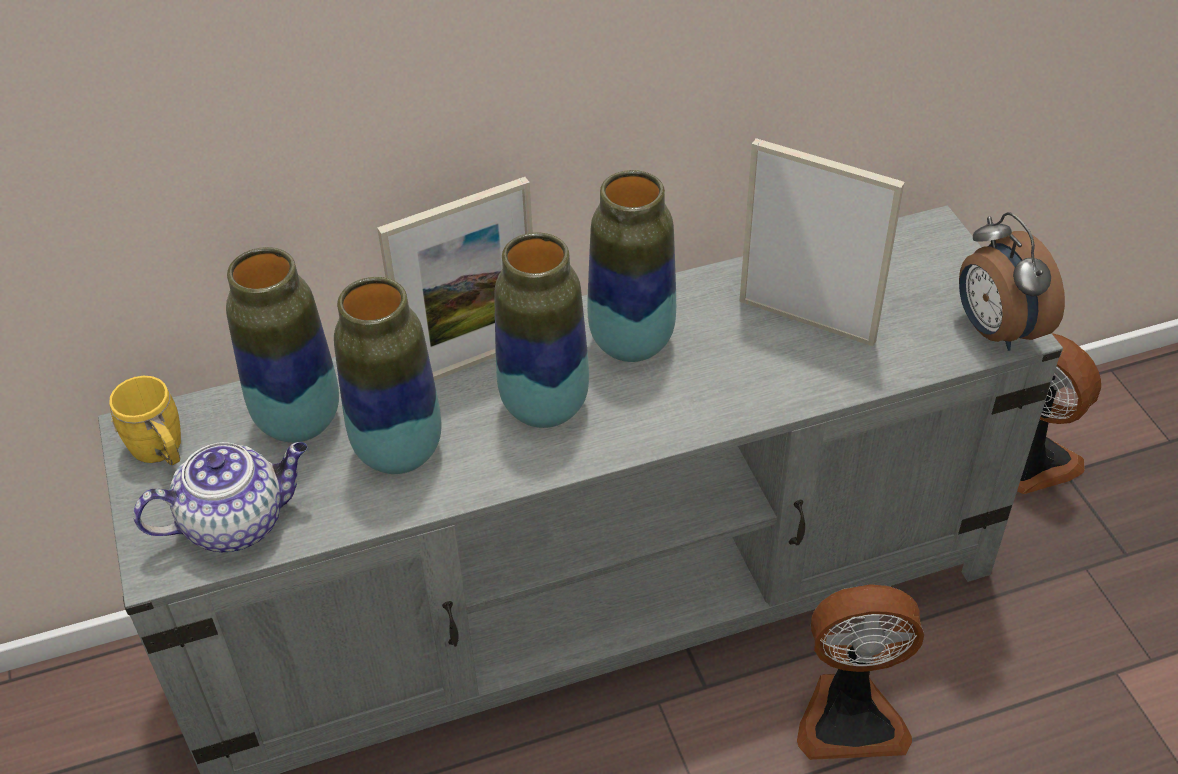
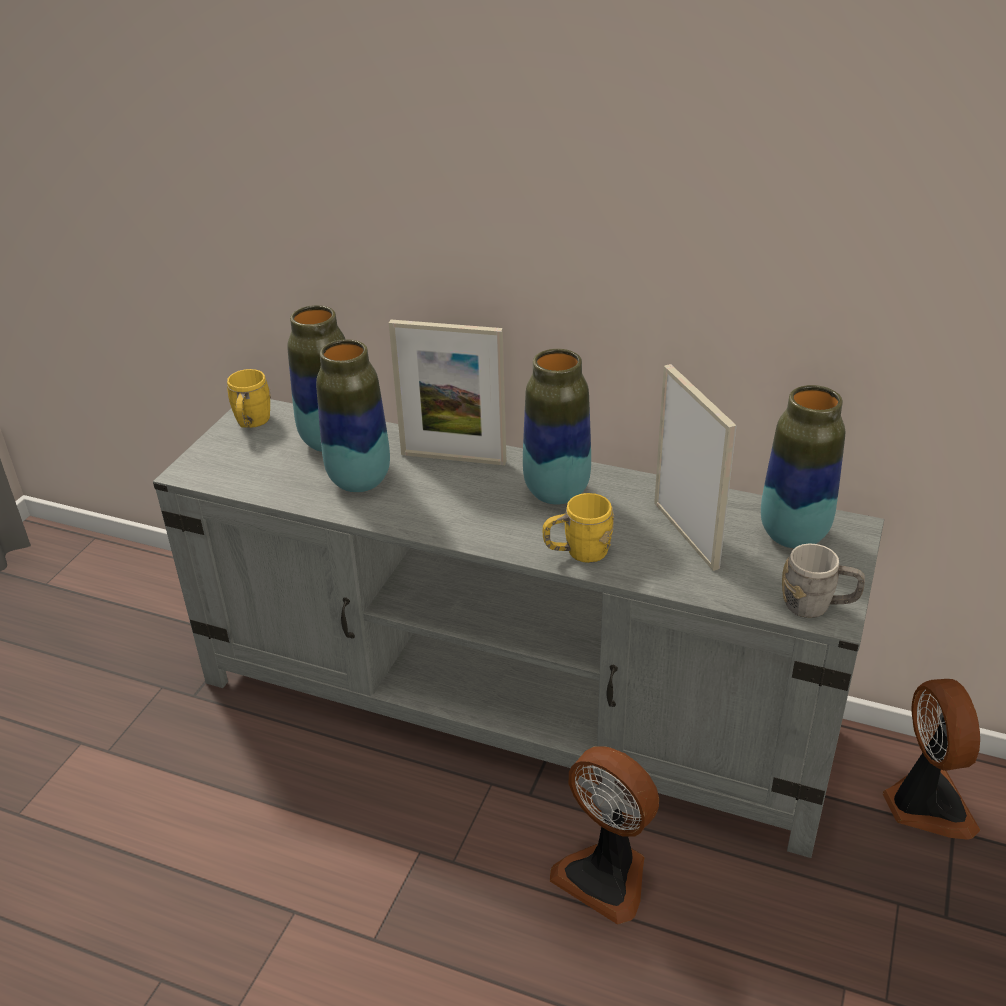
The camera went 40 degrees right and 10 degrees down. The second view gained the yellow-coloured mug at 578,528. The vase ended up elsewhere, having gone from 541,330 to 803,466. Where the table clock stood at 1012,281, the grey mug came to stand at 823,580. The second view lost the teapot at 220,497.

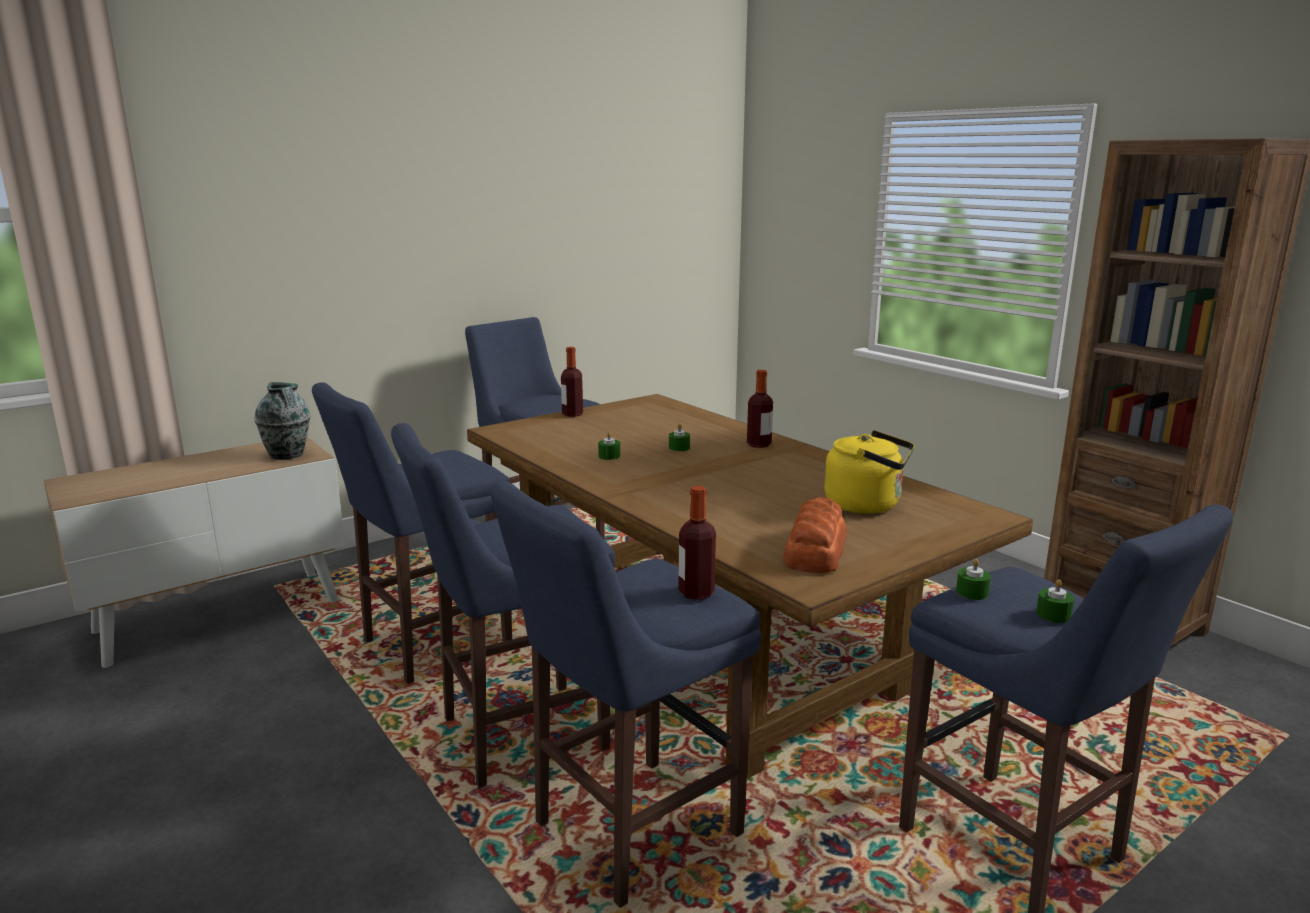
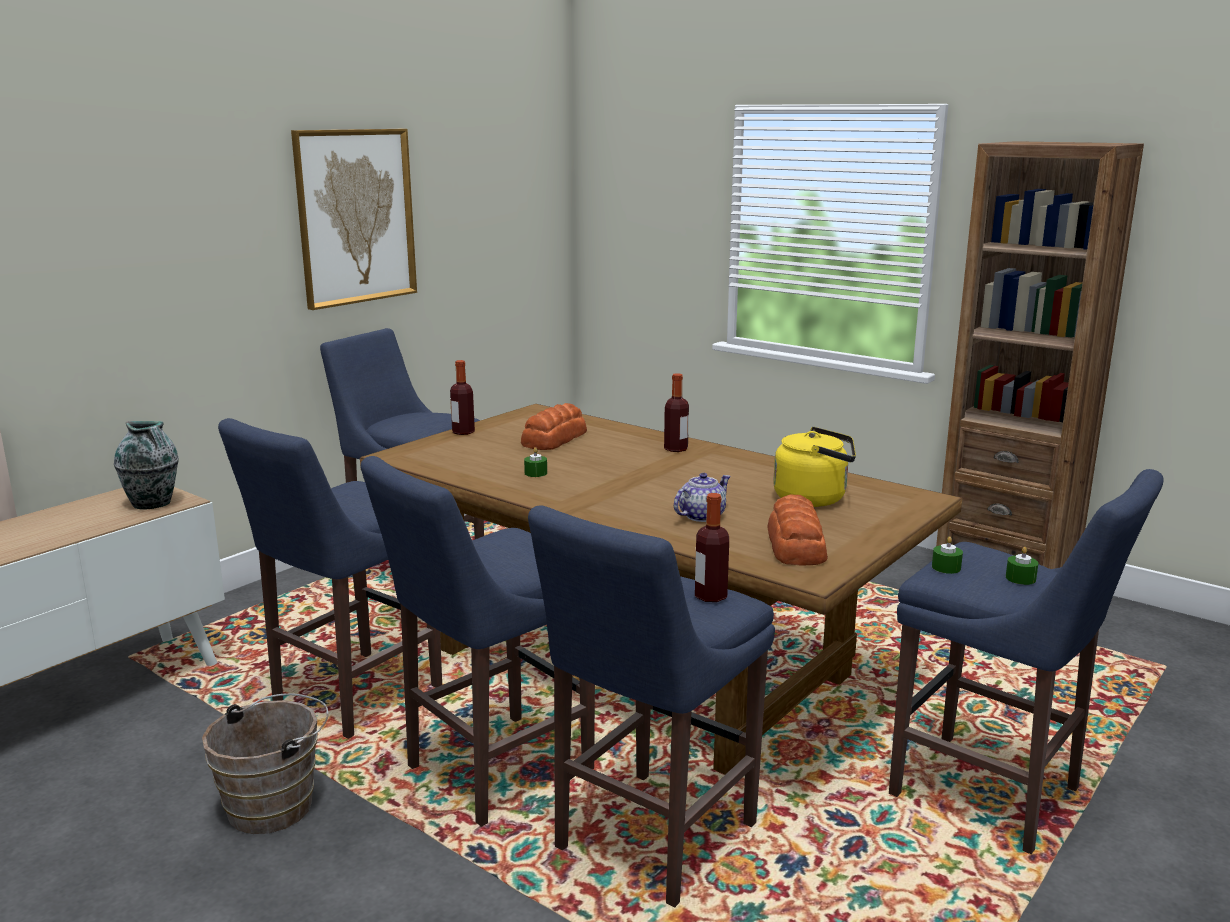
The camera went 15 degrees left and 0 degrees up. The second view gained the brown bucket at 265,763. The second view gained the wall picture at 354,219. The second view gained the bakery bread at 554,426. The second view gained the teapot at 702,497. The second view lost the green-coloured candle at 679,437.

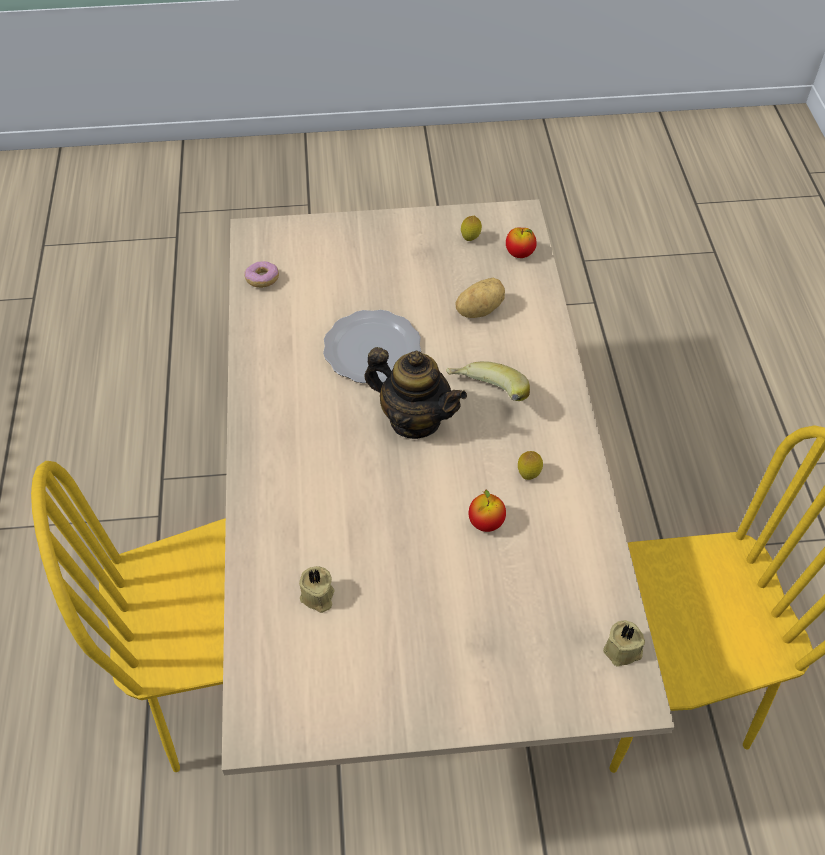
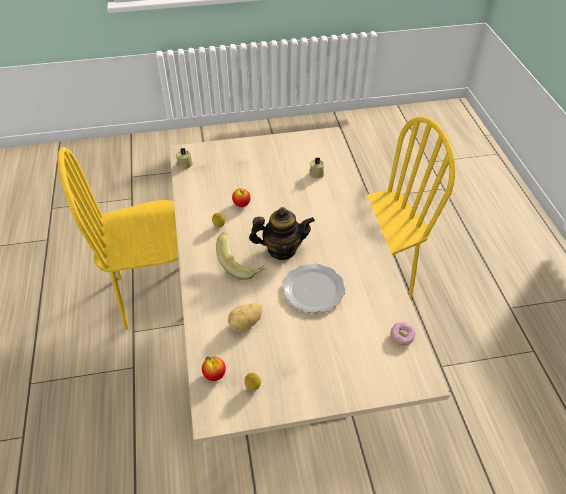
The camera went 175 degrees right and 5 degrees down. The teapot at 415,393 ended up facing another way, 150 degrees clockwise from before.

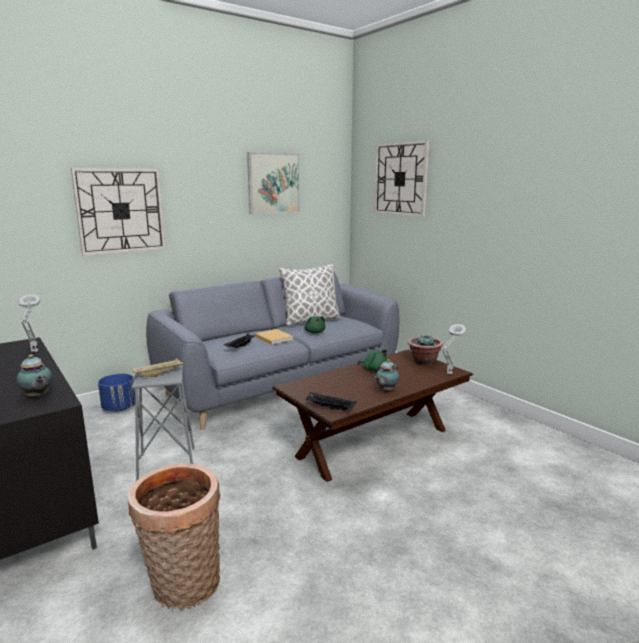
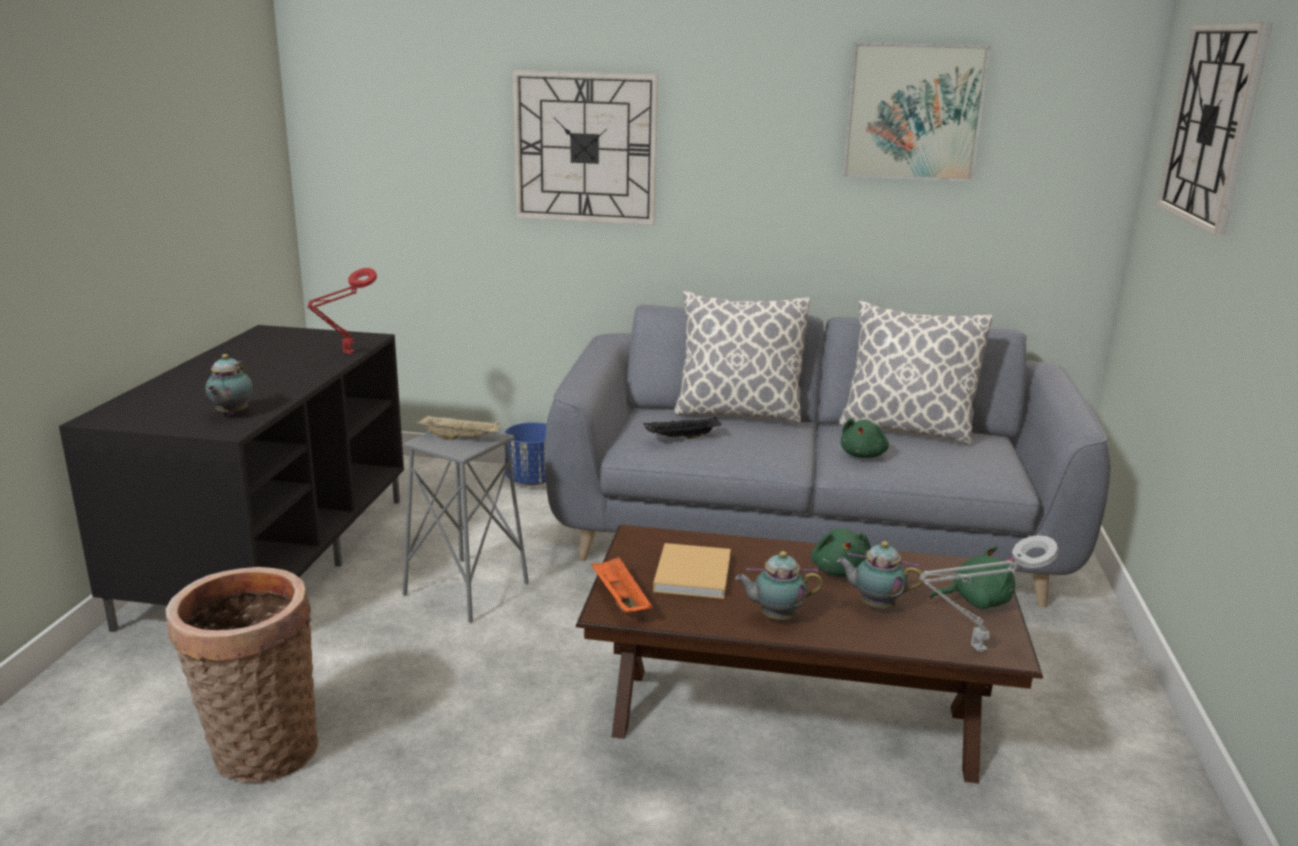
The camera went 45 degrees right and 5 degrees up. What was the grey table lamp at 29,323 turned into the red-coloured table lamp at 342,311. What was the black serving tray at 331,402 turned into the orange-coloured serving tray at 622,585. The beige-coloured bound book ended up elsewhere, having gone from 274,337 to 692,571. The second view gained the throw pillow at 742,357. The second view gained the teapot at 880,574. Where the houseplant stood at 425,349, the green-coloured cuddly toy came to stand at 972,577.

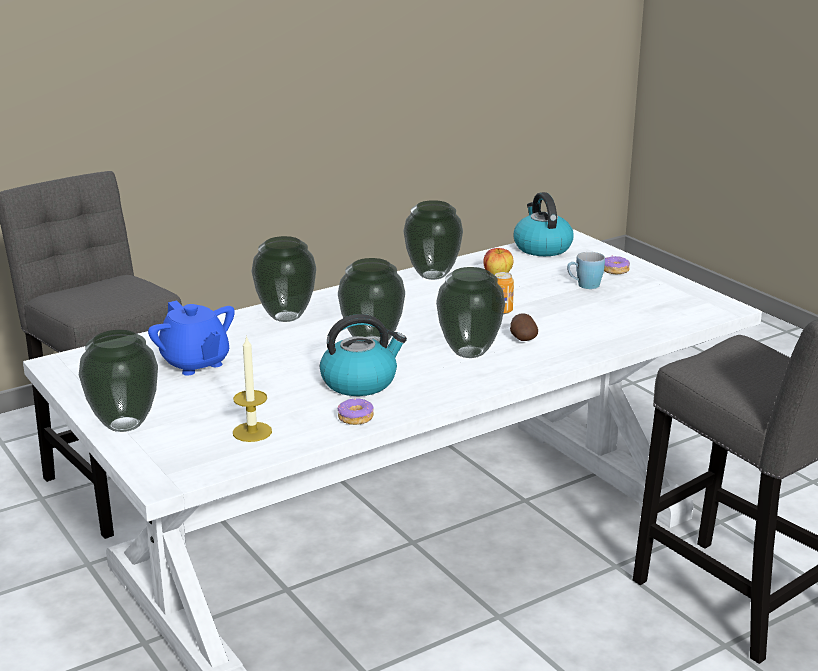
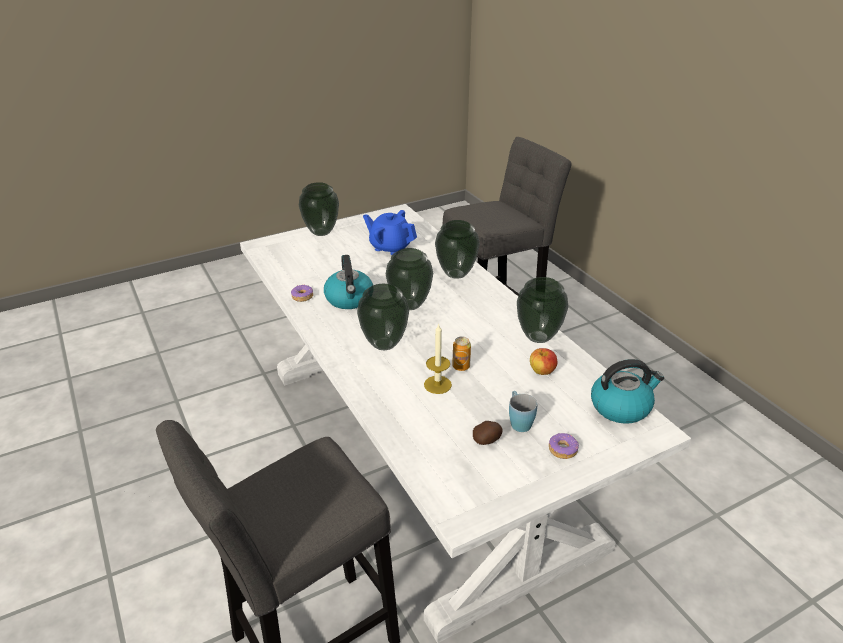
The camera went 95 degrees right and 10 degrees up. The blue-coloured teapot at 191,338 ended up facing another way, 60 degrees clockwise from before. The candle ended up elsewhere, having gone from 252,388 to 438,358. The spud ended up elsewhere, having gone from 524,327 to 488,433.

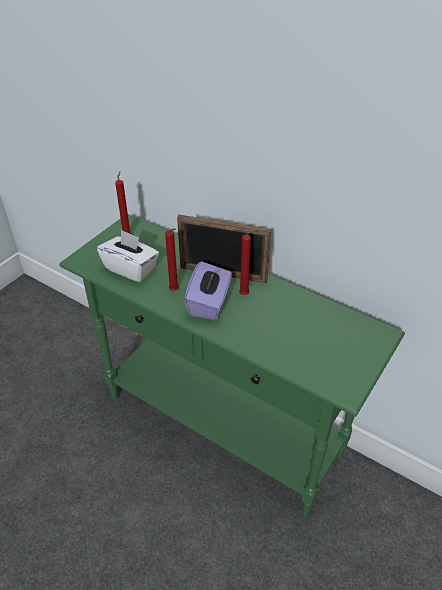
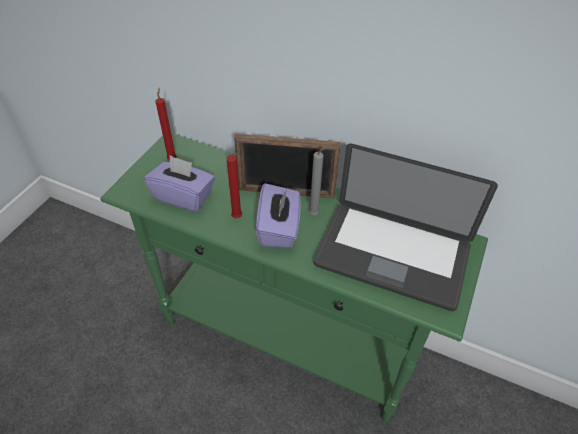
The camera went 10 degrees left and 5 degrees up. What was the white tissue box at 128,255 turned into the purple-coloured tissue box at 179,184. What was the red-coloured candle at 247,262 turned into the grey candle at 319,181. The second view gained the laptop at 406,227.

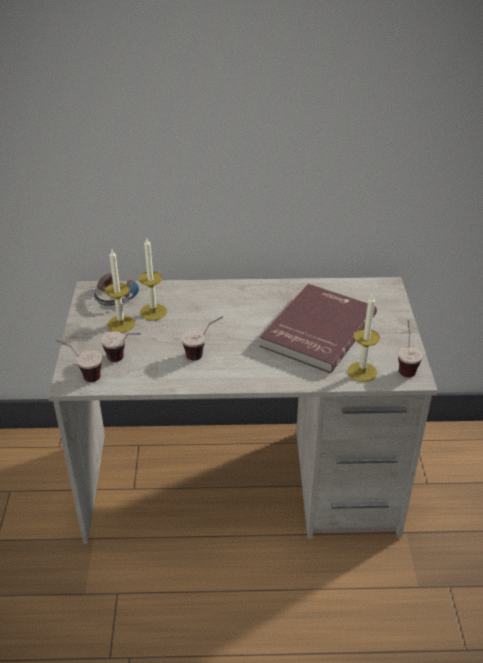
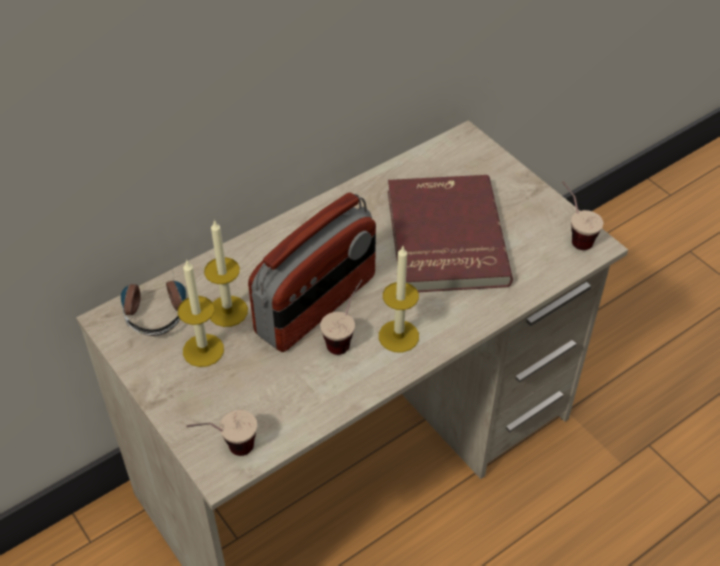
The camera went 35 degrees left and 10 degrees up. The second view gained the radio at 312,272. The candle ended up elsewhere, having gone from 363,338 to 399,299. The second view lost the drinking cup at 121,346.

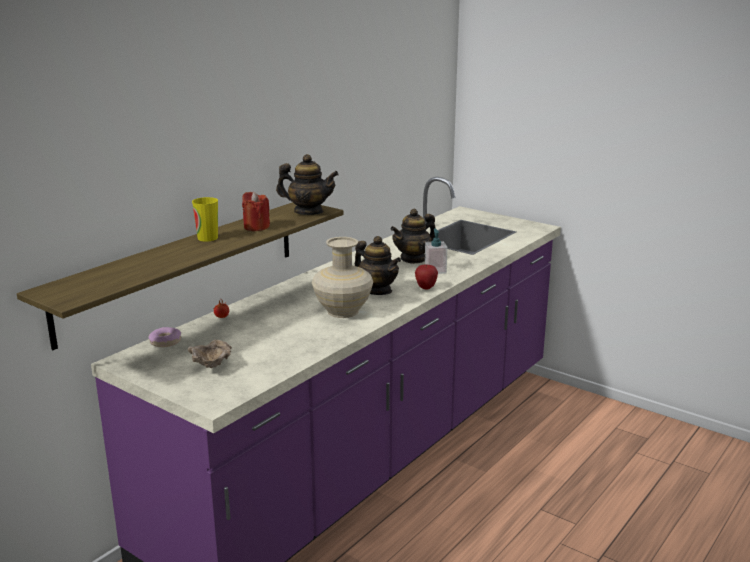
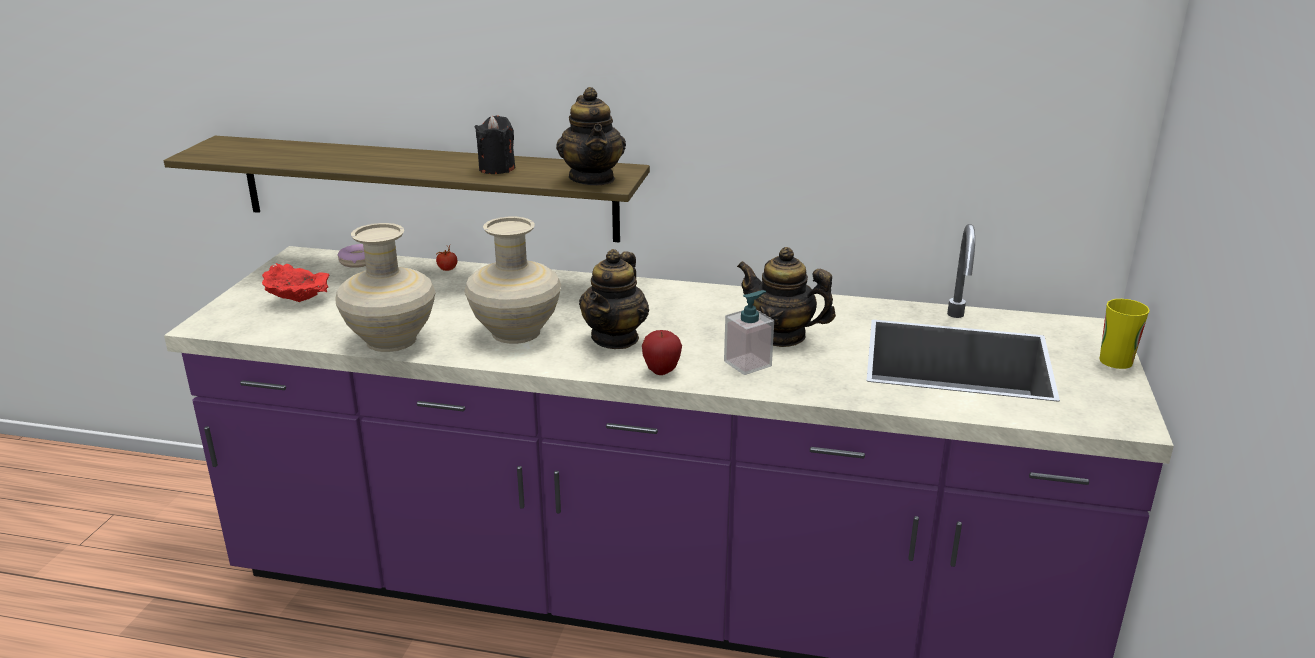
The camera went 65 degrees right and 5 degrees up. What was the beige-coloured serving bowl at 210,354 turned into the red-coloured serving bowl at 295,282. The second view gained the beige-coloured vase at 385,287. What was the red-coloured candle at 256,211 turned into the black candle at 495,145. The drinking cup ended up elsewhere, having gone from 205,219 to 1124,334.

